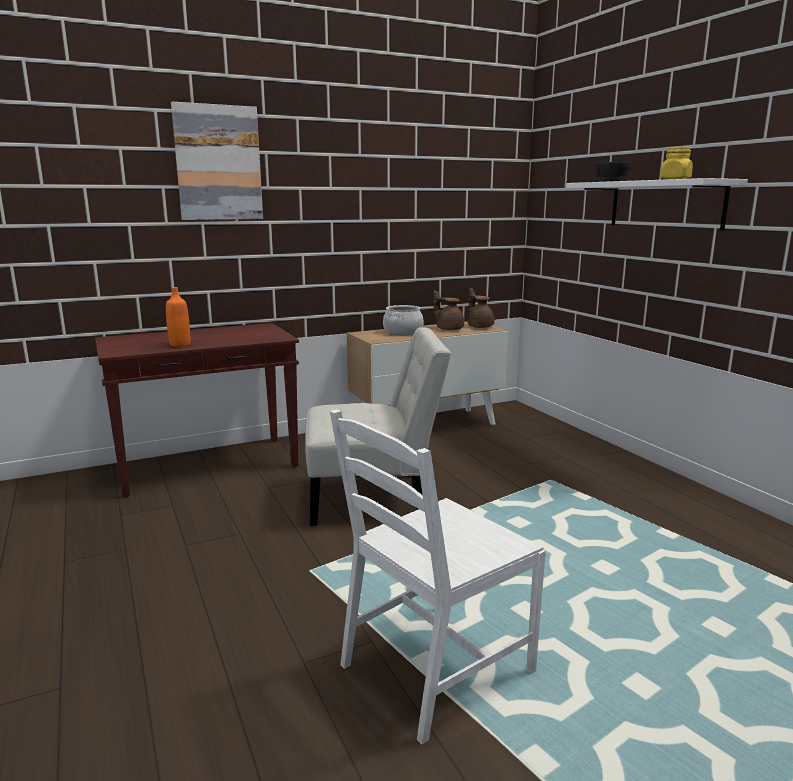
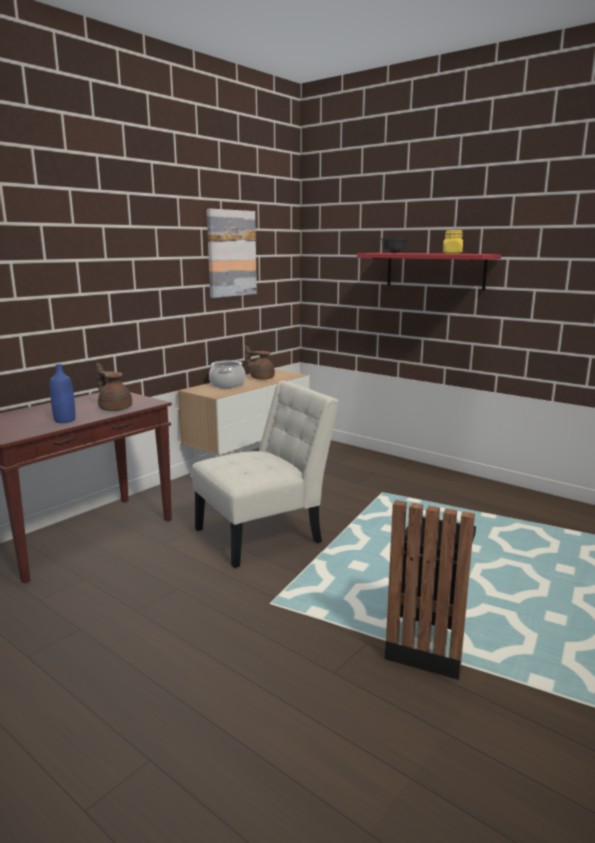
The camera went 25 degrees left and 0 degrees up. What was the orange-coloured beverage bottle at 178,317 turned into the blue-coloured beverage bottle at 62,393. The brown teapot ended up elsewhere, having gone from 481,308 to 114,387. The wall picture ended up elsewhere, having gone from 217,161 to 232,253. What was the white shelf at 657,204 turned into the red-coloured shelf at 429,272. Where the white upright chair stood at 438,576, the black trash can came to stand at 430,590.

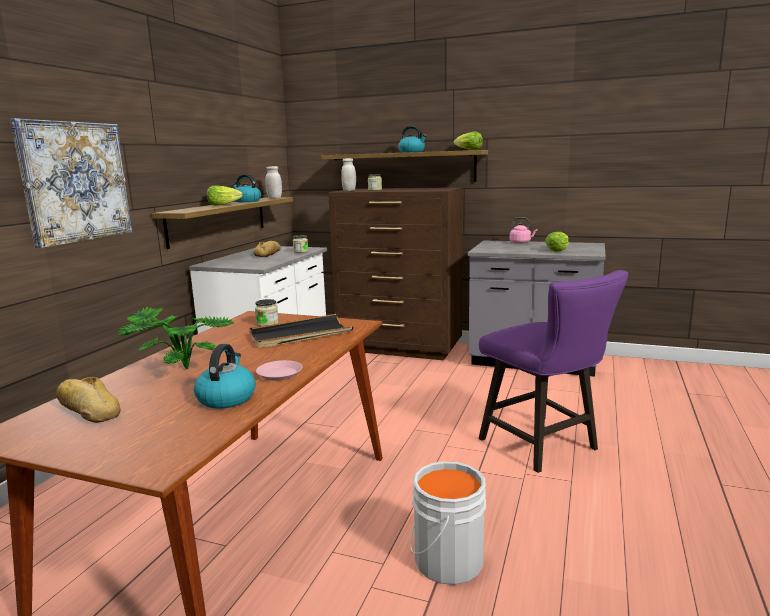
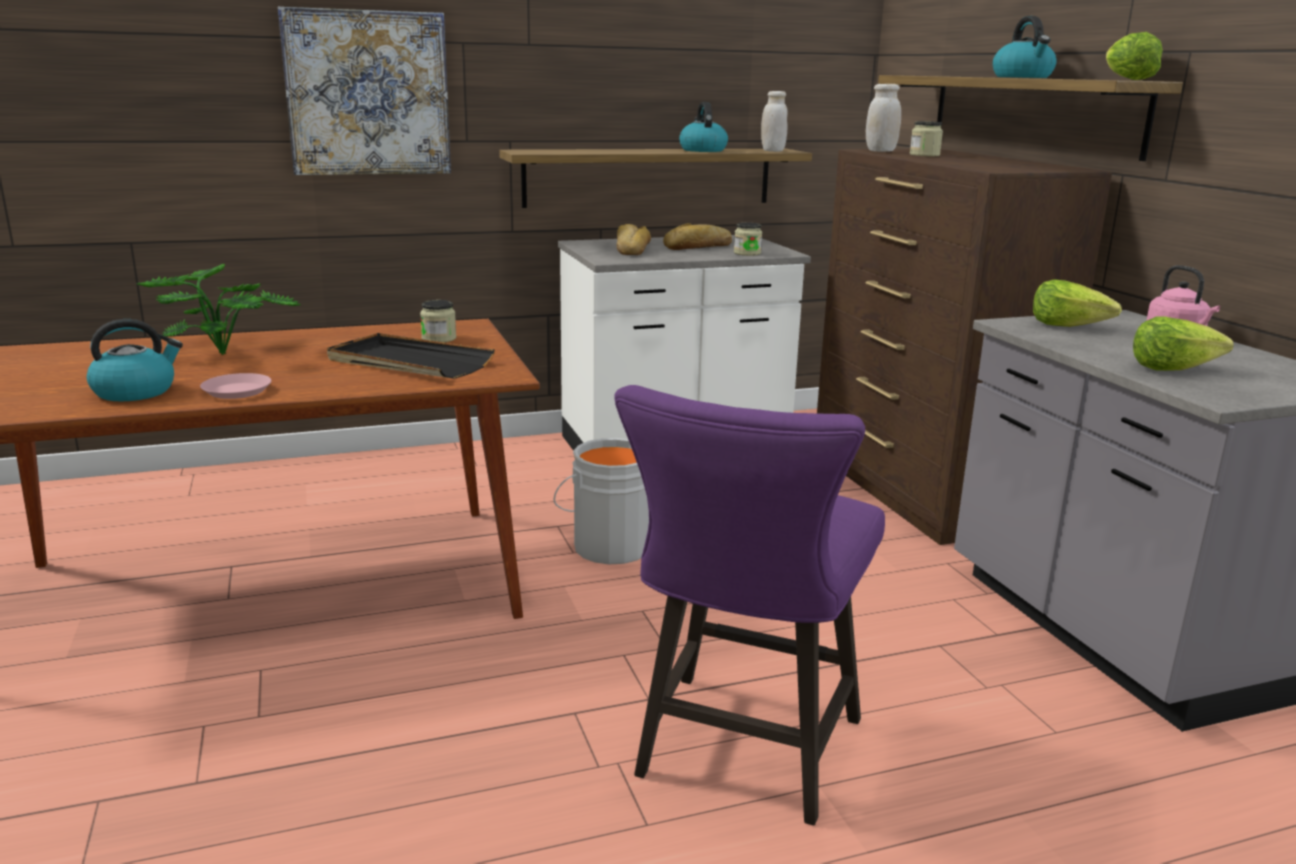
The camera went 50 degrees right and 5 degrees up. The grey bucket ended up elsewhere, having gone from 448,523 to 601,501. The bakery bread ended up elsewhere, having gone from 88,400 to 633,239. The head of lettuce ended up elsewhere, having gone from 225,196 to 1077,303.

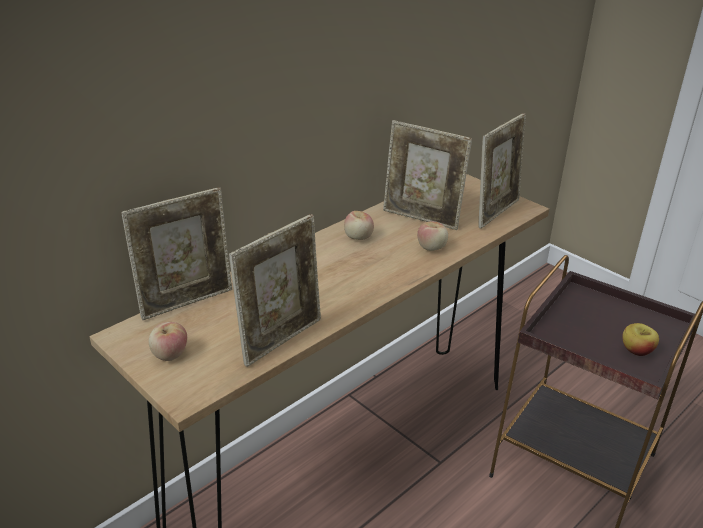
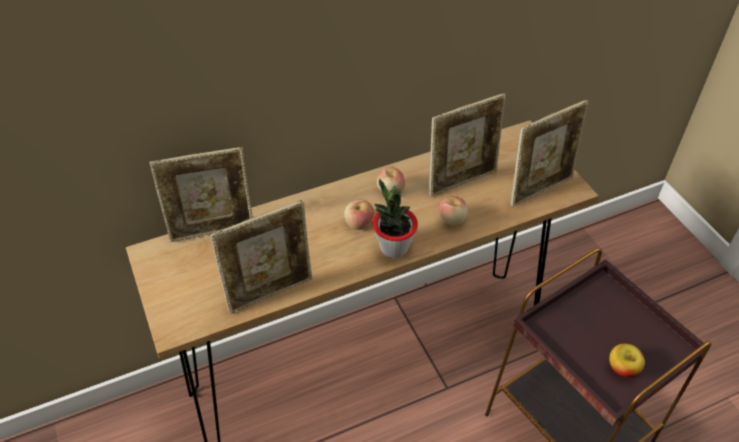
The camera went 20 degrees right and 15 degrees up. The apple fruit ended up elsewhere, having gone from 168,341 to 359,214. The second view gained the houseplant at 395,218. The standing frame at 427,175 ended up facing another way, 75 degrees counterclockwise from before.

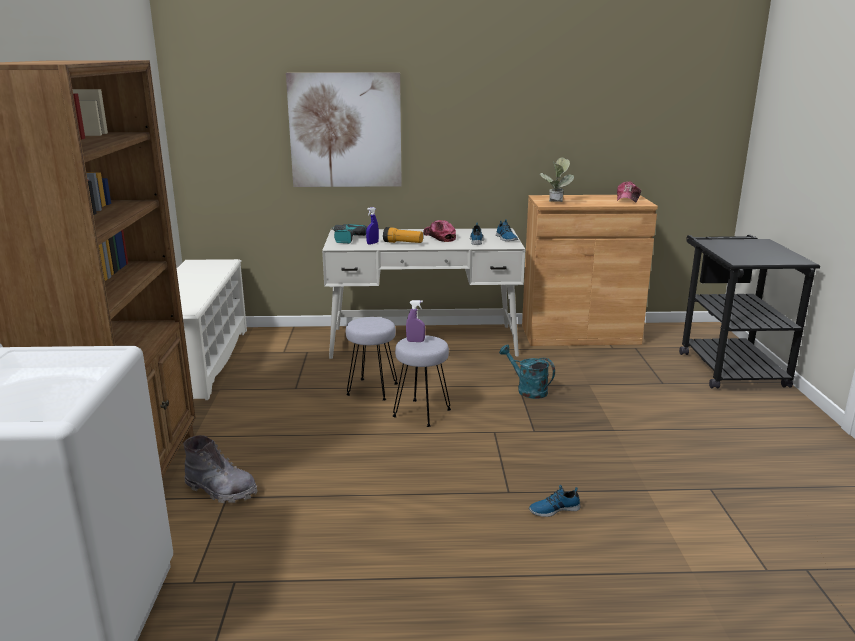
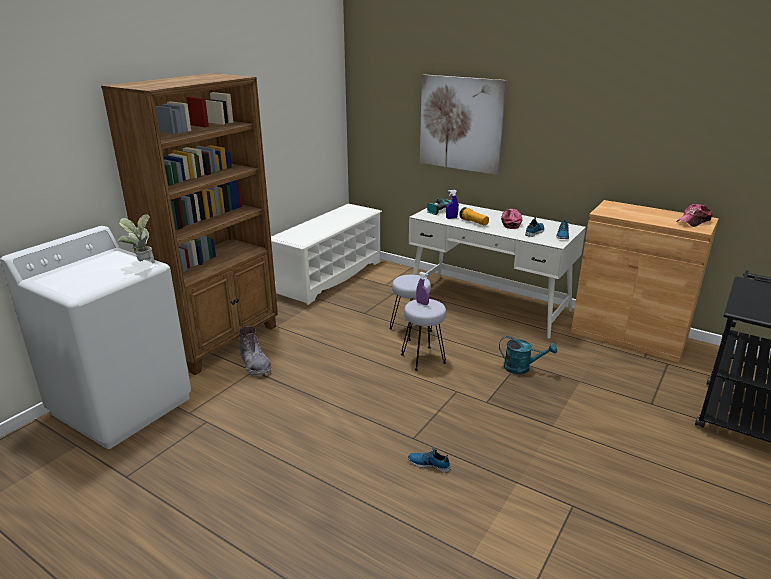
The camera went 35 degrees right and 5 degrees up. The houseplant ended up elsewhere, having gone from 557,179 to 136,238. The turquoise watering can at 527,372 ended up facing another way, 120 degrees clockwise from before.

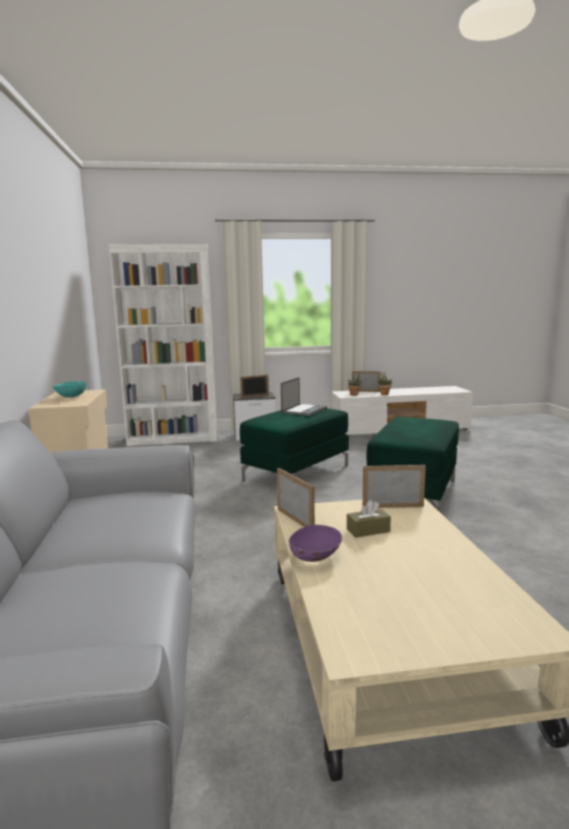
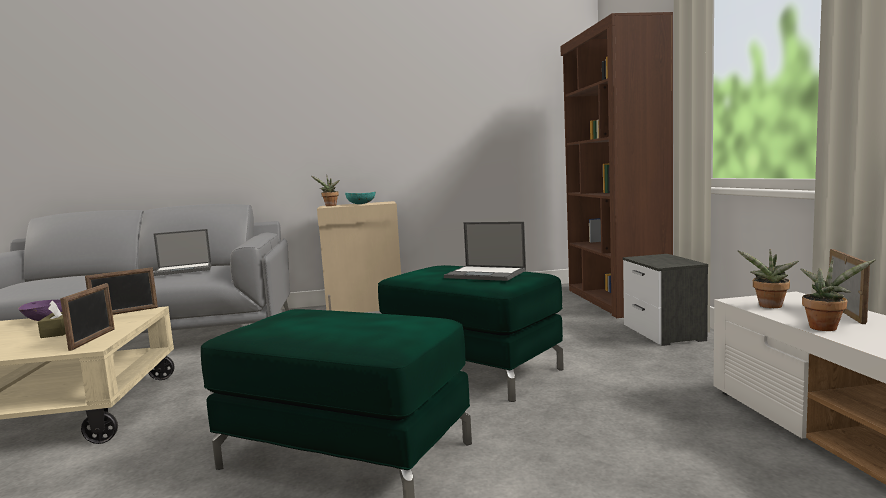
The camera went 90 degrees right and 5 degrees down. The second view gained the laptop at 182,252. The second view gained the houseplant at 325,191. What was the white bookcase at 163,345 turned into the brown bookcase at 616,165. The second view lost the standing frame at 254,386.

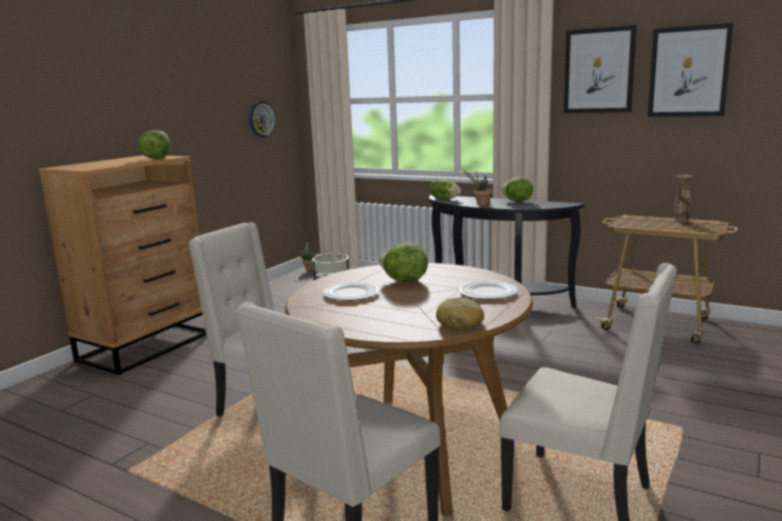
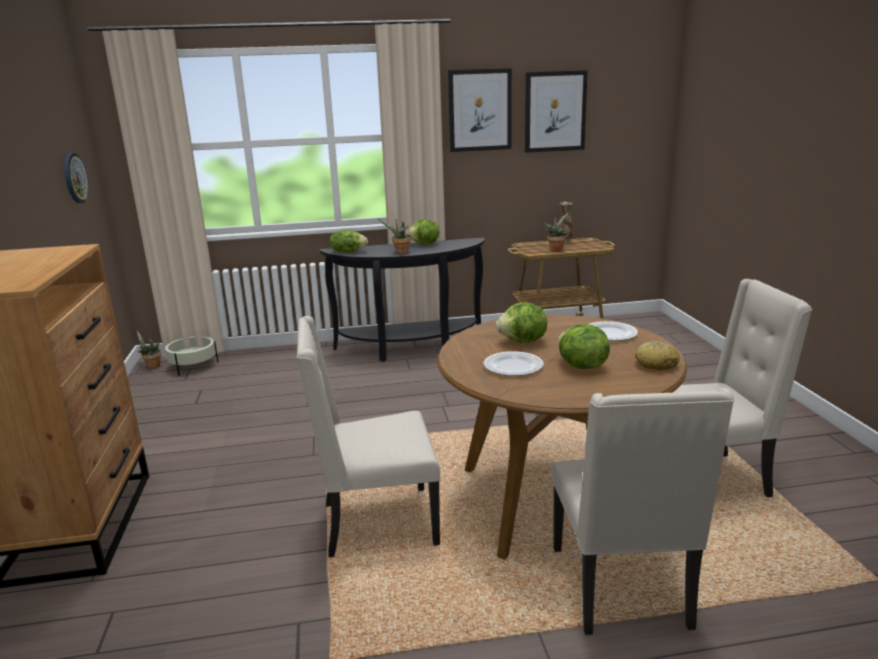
The camera went 40 degrees left and 5 degrees up. The second view gained the houseplant at 555,232. The head of lettuce ended up elsewhere, having gone from 154,144 to 584,346.

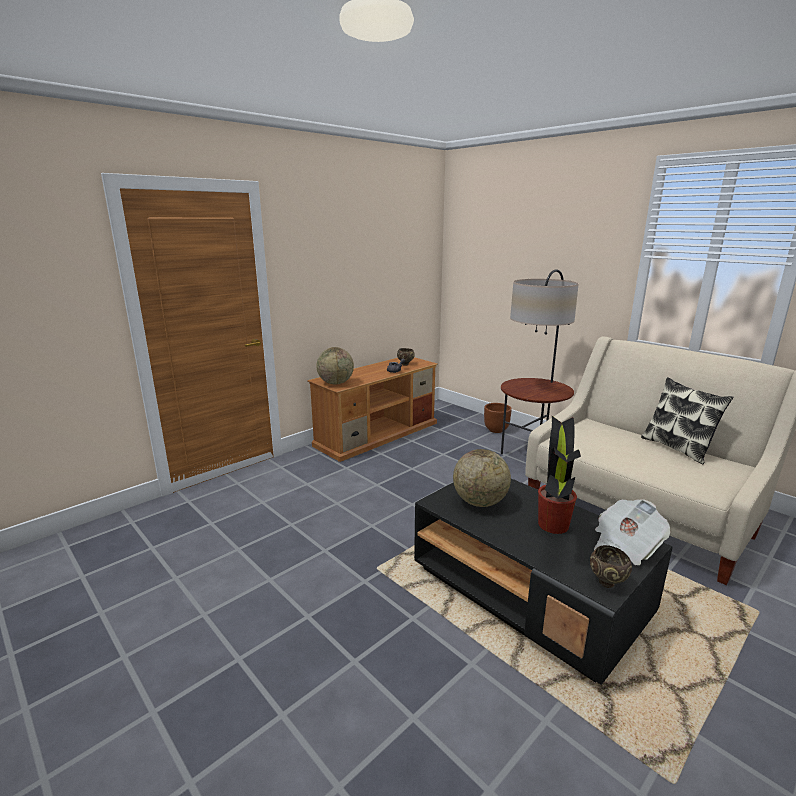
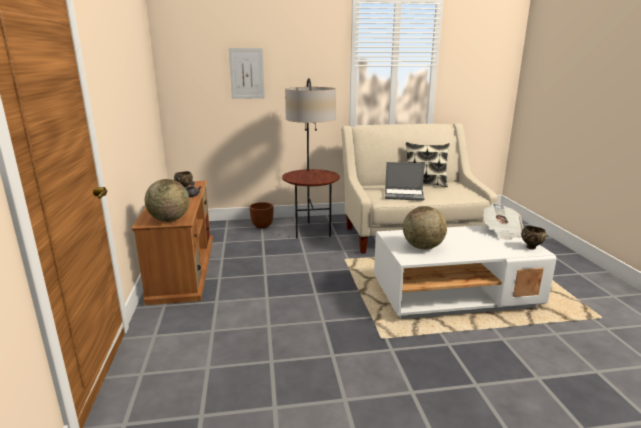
The camera went 55 degrees left and 0 degrees up. The second view gained the wall picture at 247,73. What was the black low table at 543,581 turned into the white low table at 465,272. The second view gained the laptop at 405,181. The second view lost the houseplant at 559,474.

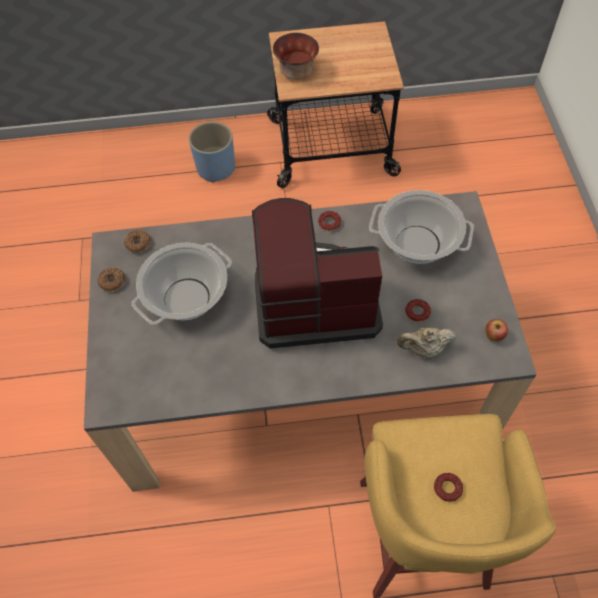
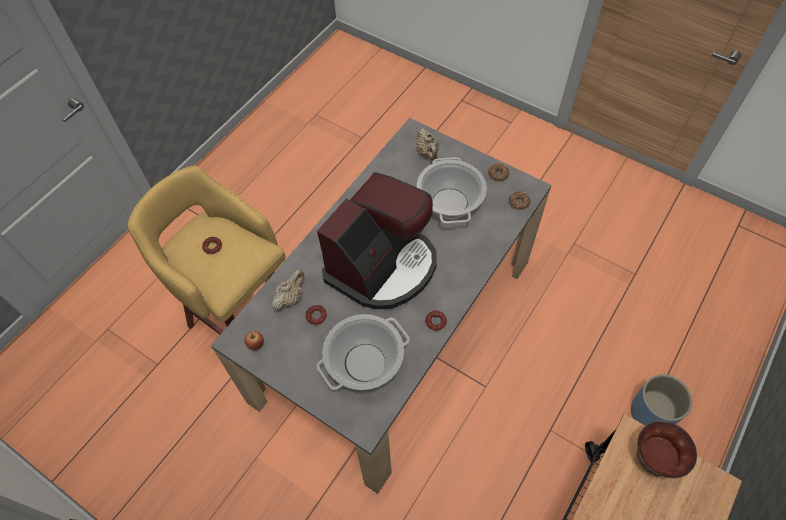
The camera went 130 degrees right and 0 degrees up. The second view gained the beige-coloured teapot at 427,144.

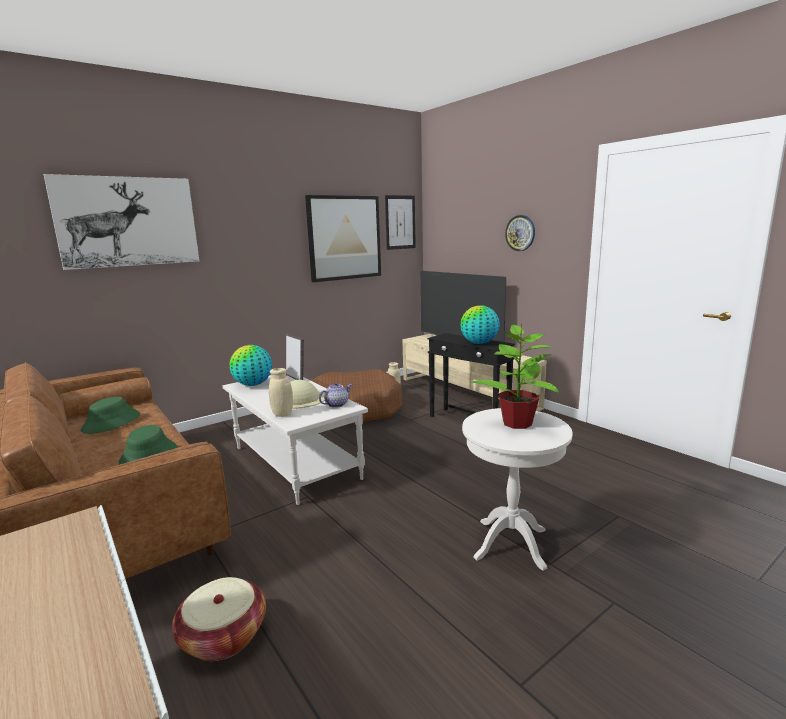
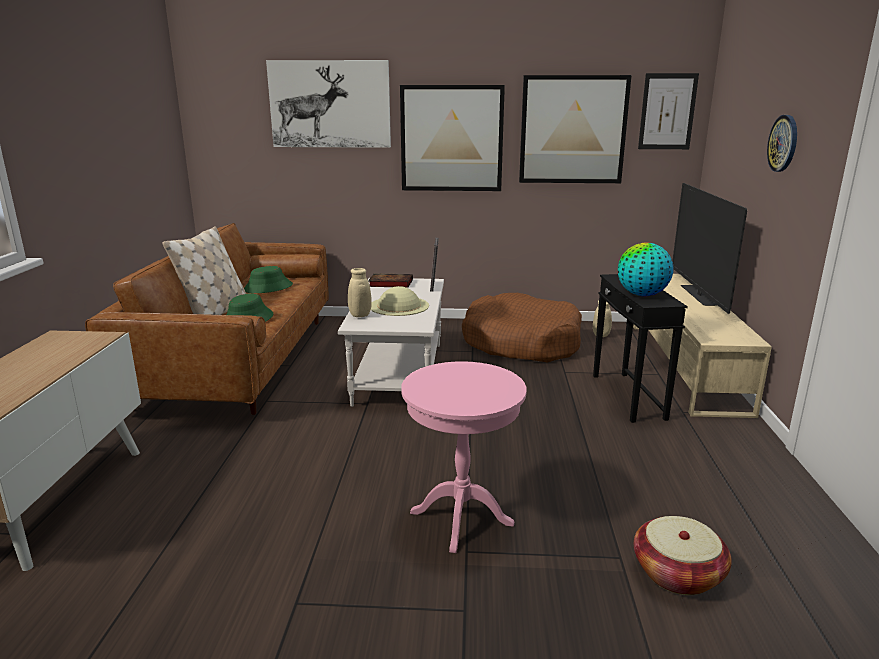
The camera went 40 degrees right and 5 degrees up. The second view gained the beige-coloured throw pillow at 204,270. Where the desk globe stood at 250,365, the bound book came to stand at 390,281. The second view gained the wall picture at 452,138. What was the white accent table at 517,489 turned into the pink accent table at 463,457. The household basket ended up elsewhere, having gone from 219,619 to 683,555. The second view lost the teapot at 335,395. The second view lost the houseplant at 515,376.

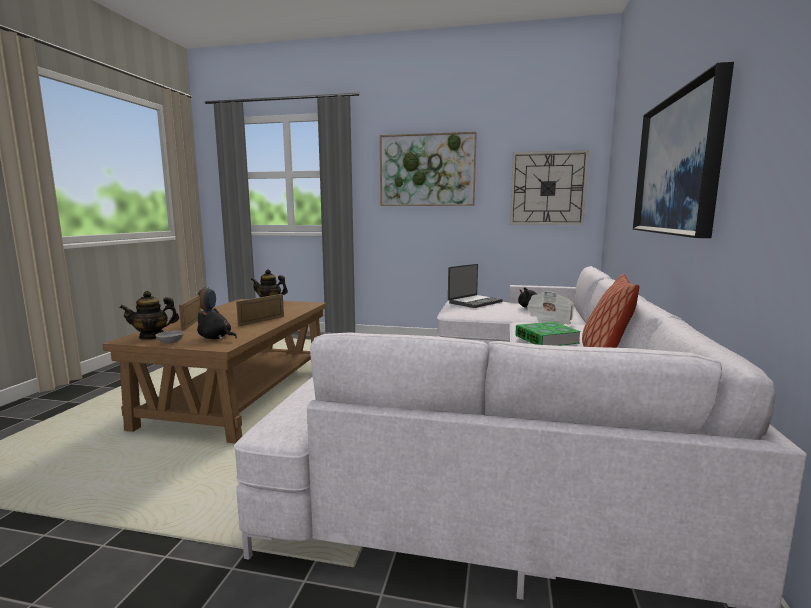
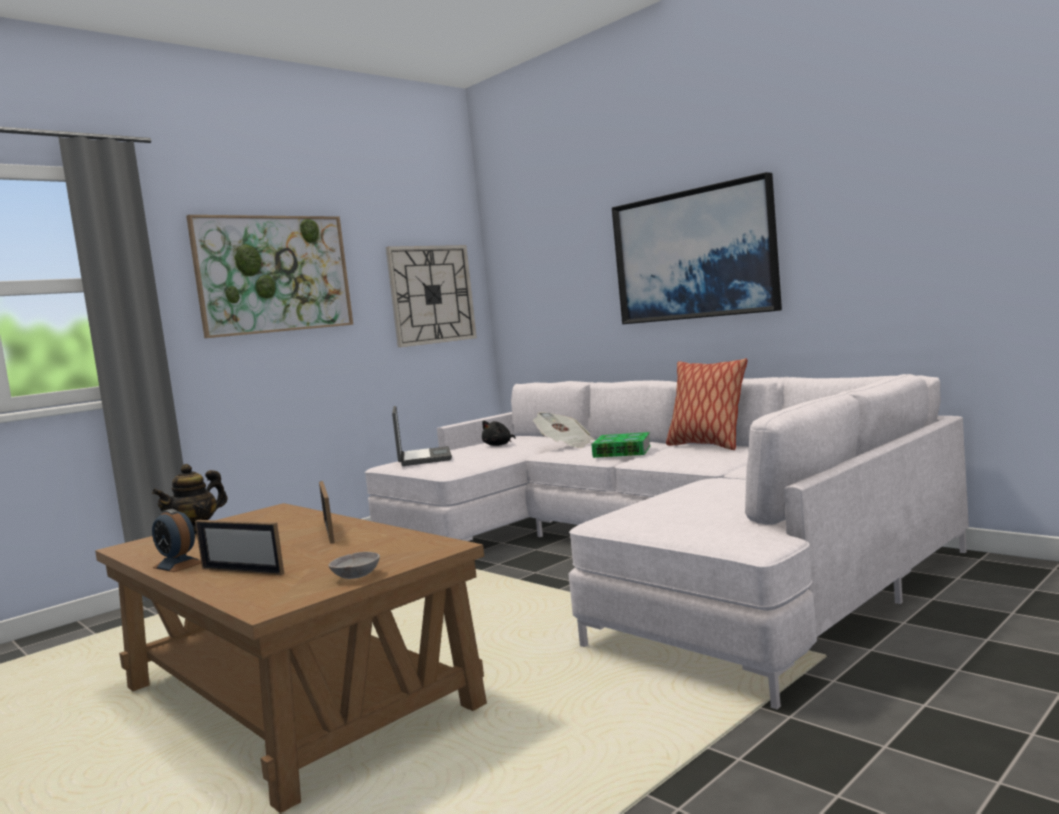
The camera went 55 degrees left and 5 degrees down. The second view lost the teapot at 149,315. The second view lost the black cuddly toy at 217,324.

